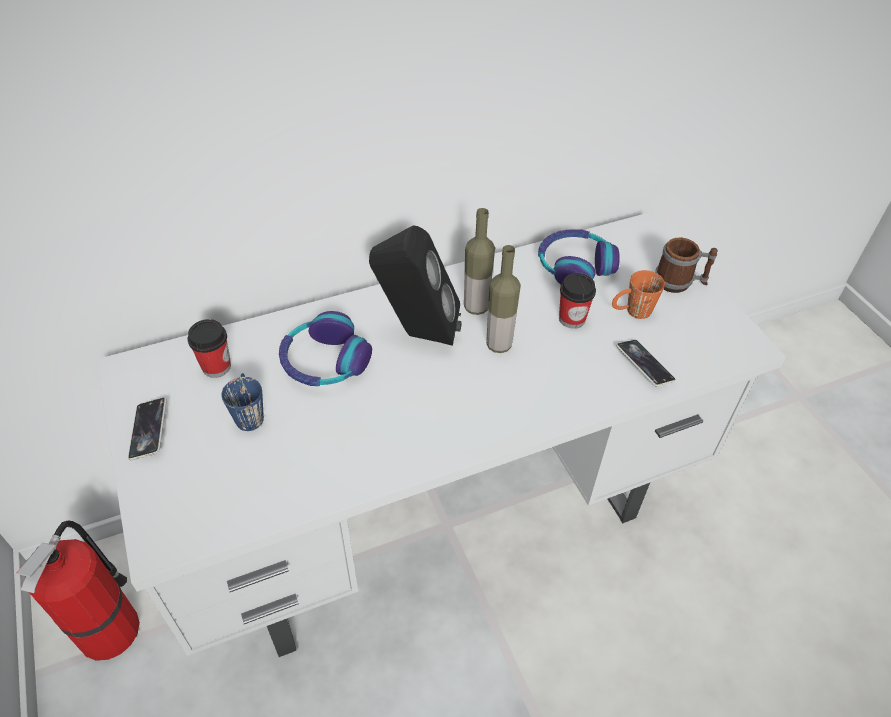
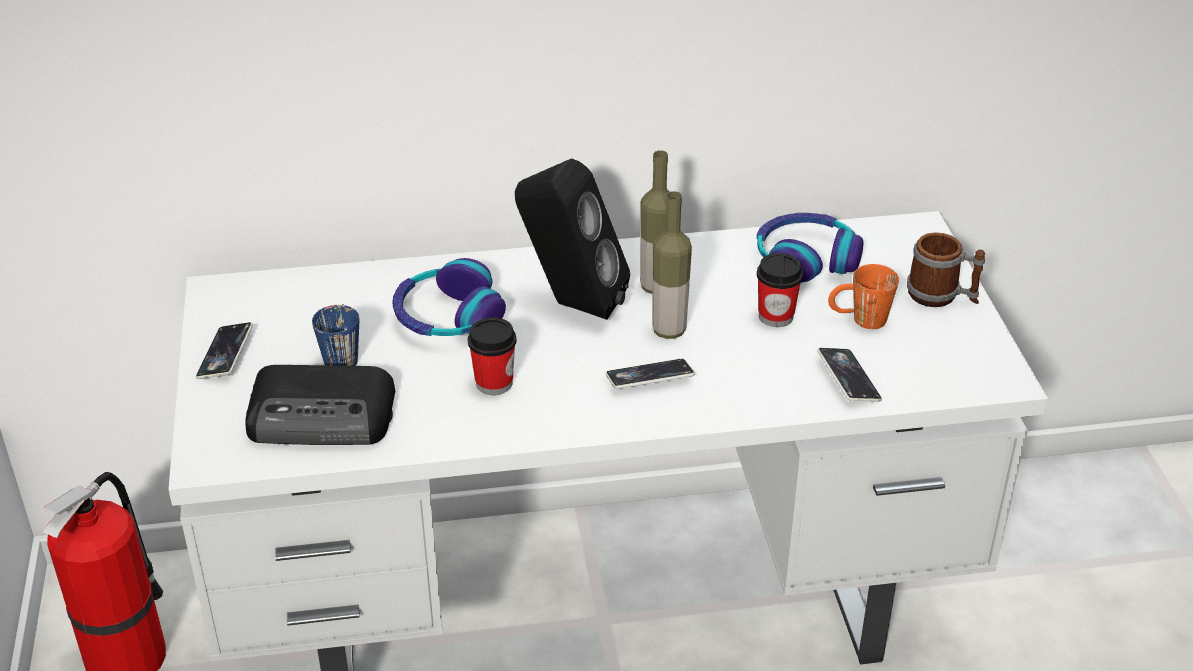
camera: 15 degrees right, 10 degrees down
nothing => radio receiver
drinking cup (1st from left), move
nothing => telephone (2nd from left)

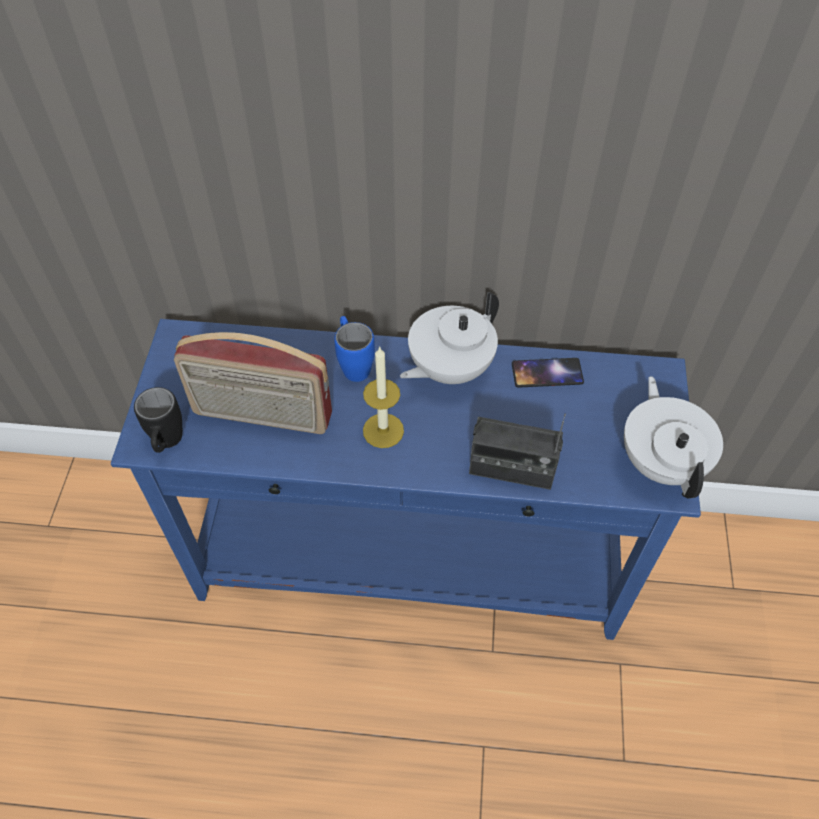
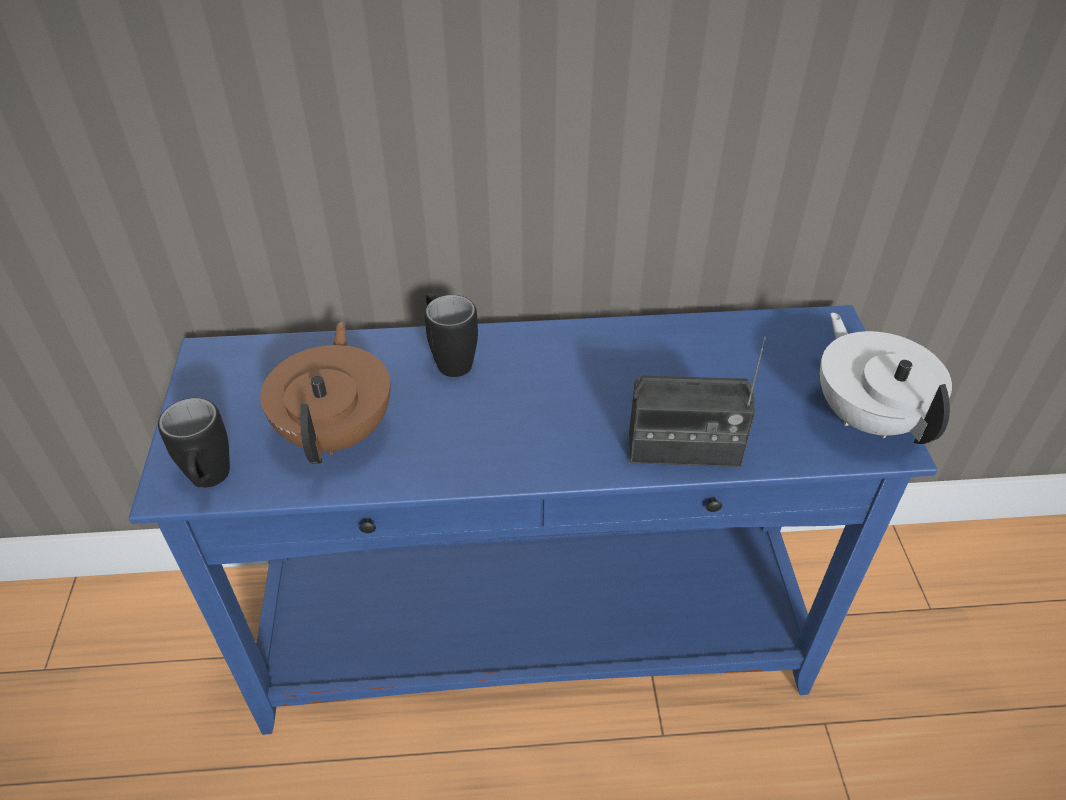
camera: 10 degrees left, 10 degrees down
radio receiver (1st from left) => pot for tea (brown)
tea mug (blue) => tea mug (blackish) (2nd from left)
wax candle => nothing
pot for tea (whitish) (1st from left) => nothing
telephone => nothing

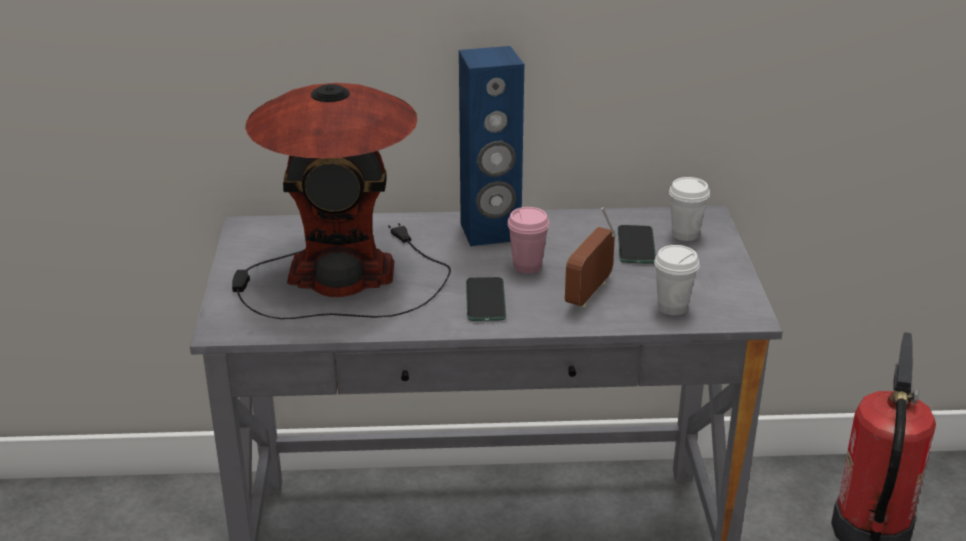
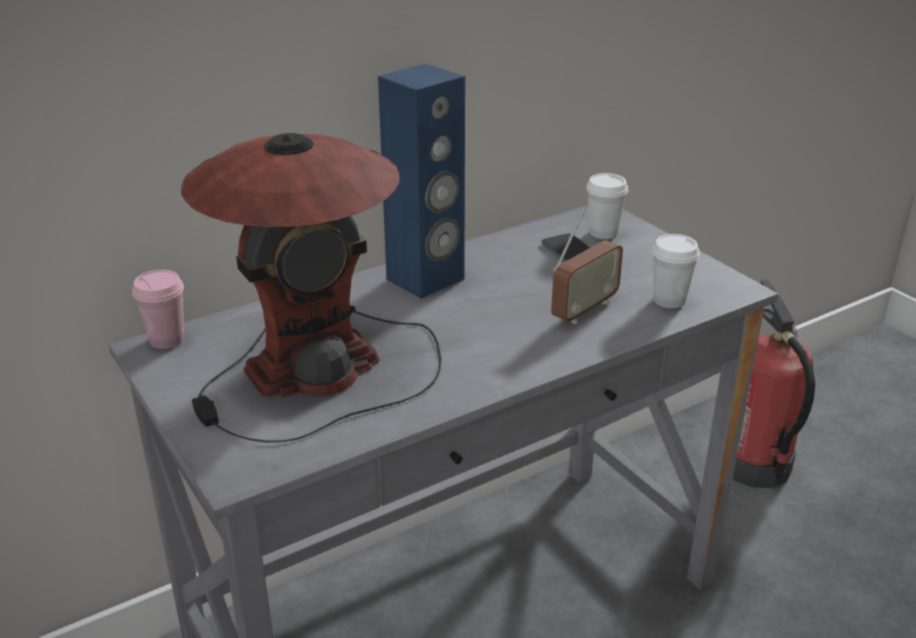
camera: 30 degrees left, 0 degrees up
drinking cup (pink), move
radio receiver, 135 degrees counterclockwise
telephone (1st from left) => nothing

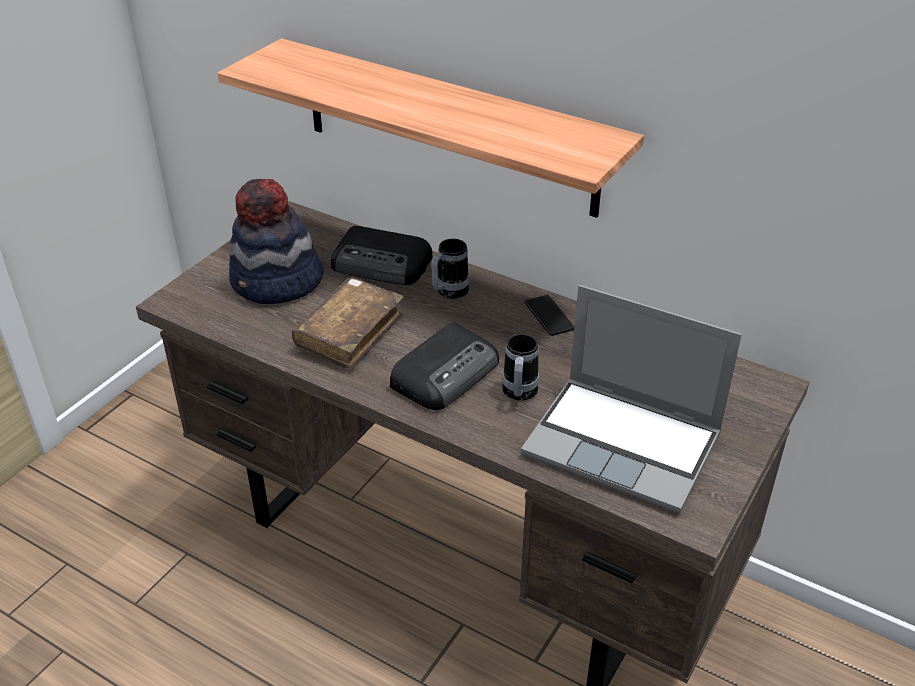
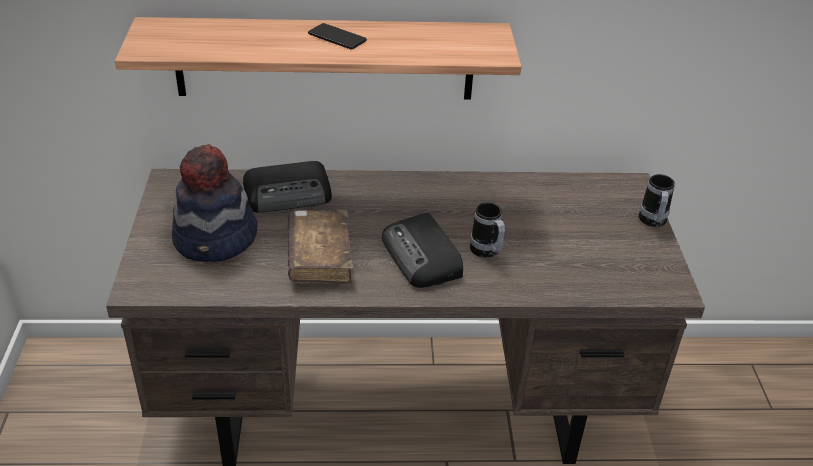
camera: 35 degrees left, 0 degrees up
telephone, move
radio receiver (2nd from left), 150 degrees clockwise
tea mug (1st from left in the first image) => tea mug (2nd from left), move
notebook computer => nothing

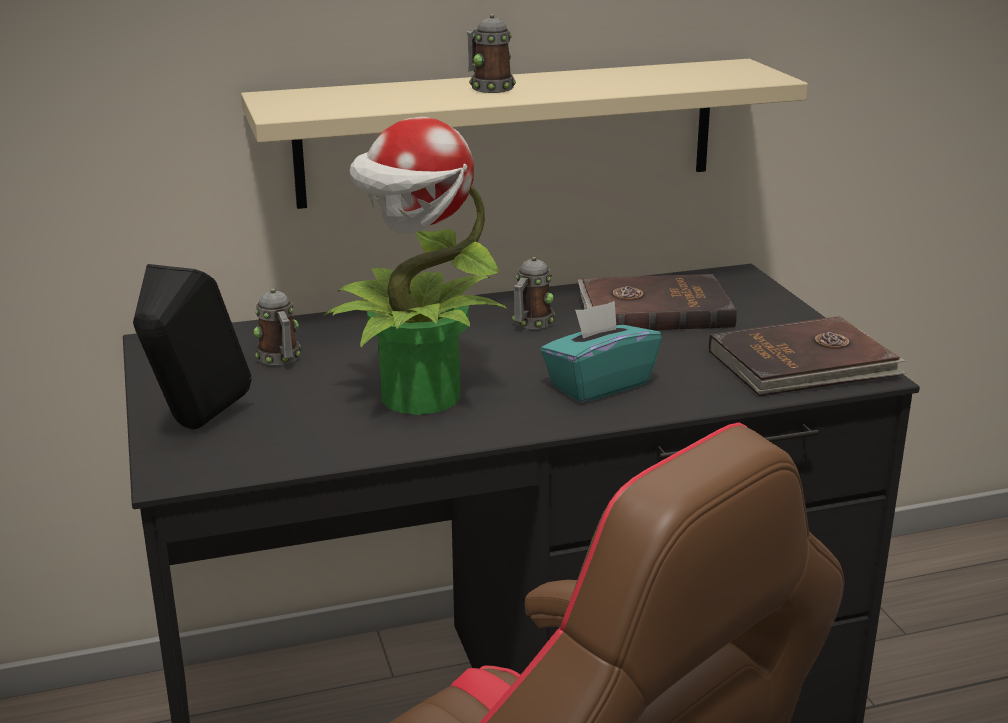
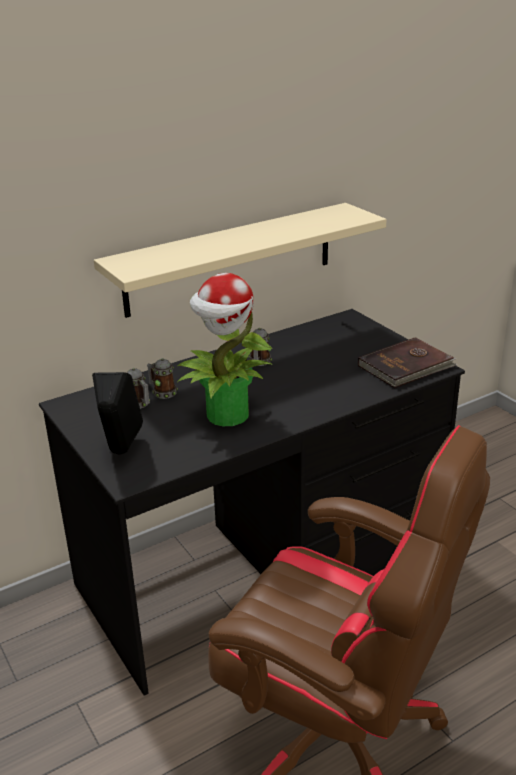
camera: 15 degrees left, 5 degrees up
tea mug (2nd from left), move
tissue box (turquoise) => nothing
volume (brown) (1st from left) => nothing

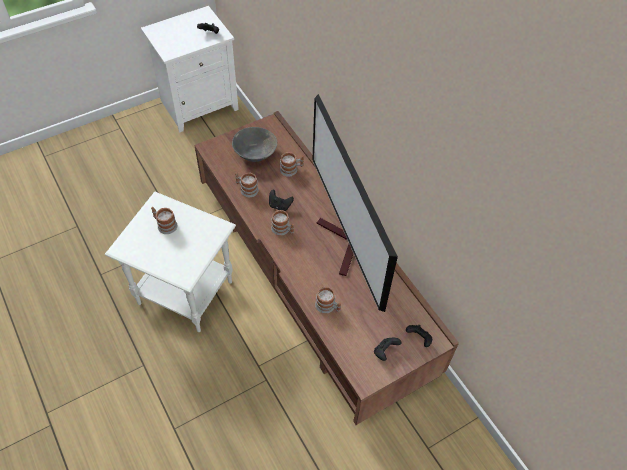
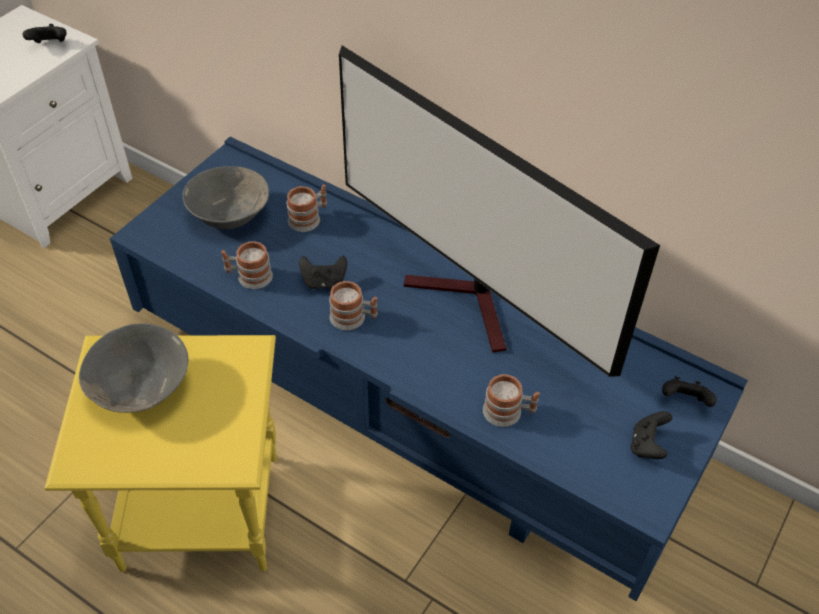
camera: 25 degrees left, 5 degrees down
end table (whitish) => end table (yellow)
tea mug (1st from left) => bowl (grey) (1st from left)
media console (brown) => media console (blue)

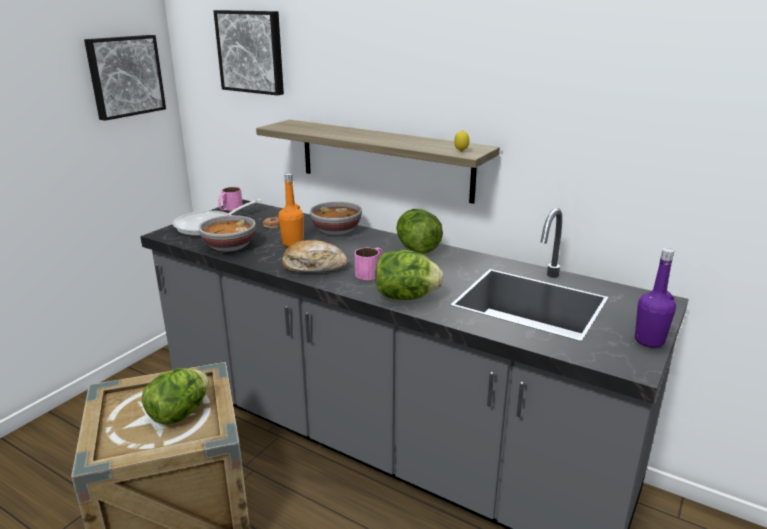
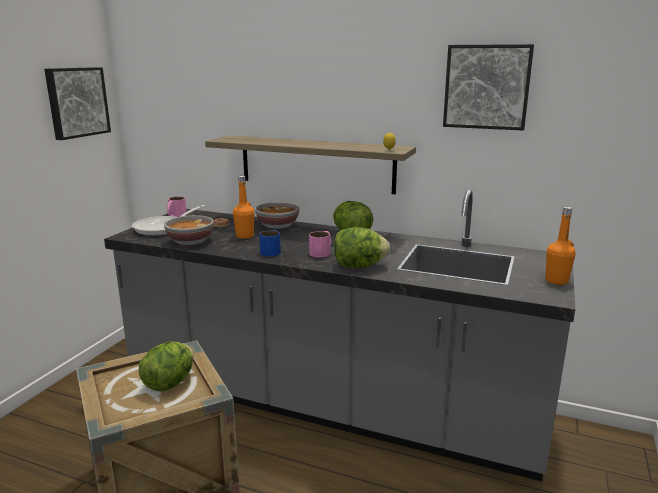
camera: 10 degrees left, 5 degrees down
bakery bread => tea mug (blue)
wall art (2nd from left), move
beverage bottle (purplish) => beverage bottle (orange) (2nd from left)

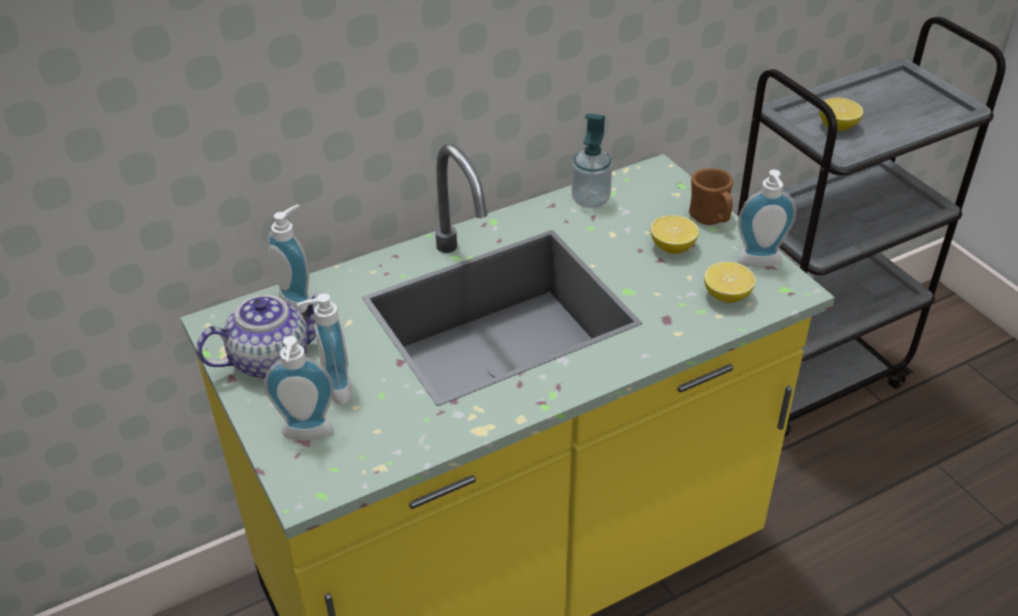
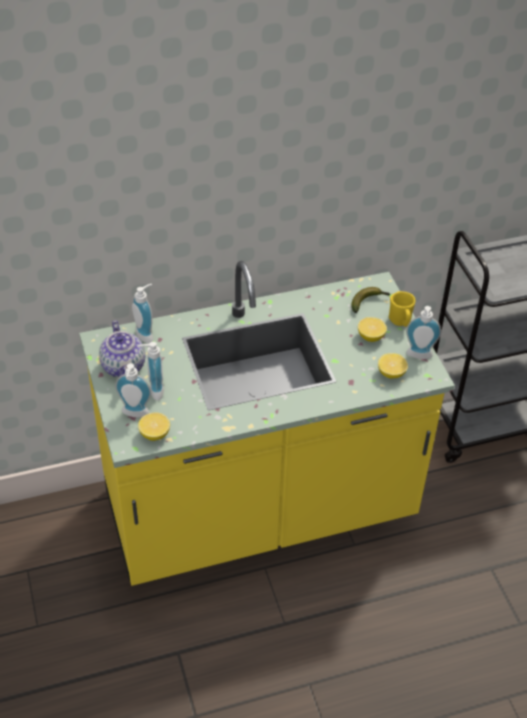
camera: 10 degrees right, 5 degrees up
pot for tea, 90 degrees clockwise
citrus fruit (3rd from left in the first image) => citrus fruit (1st from left), move
nothing => whole banana
tea mug (brown) => tea mug (yellow)
soap dispenser (4th from left) => nothing

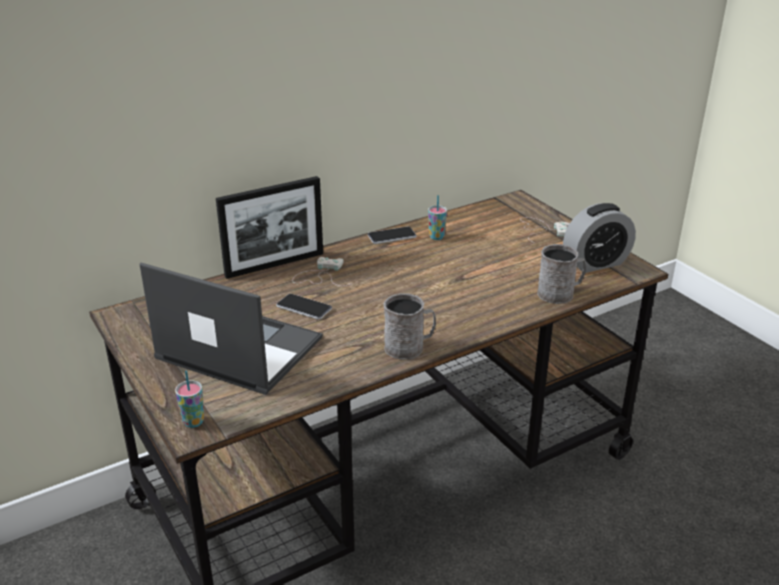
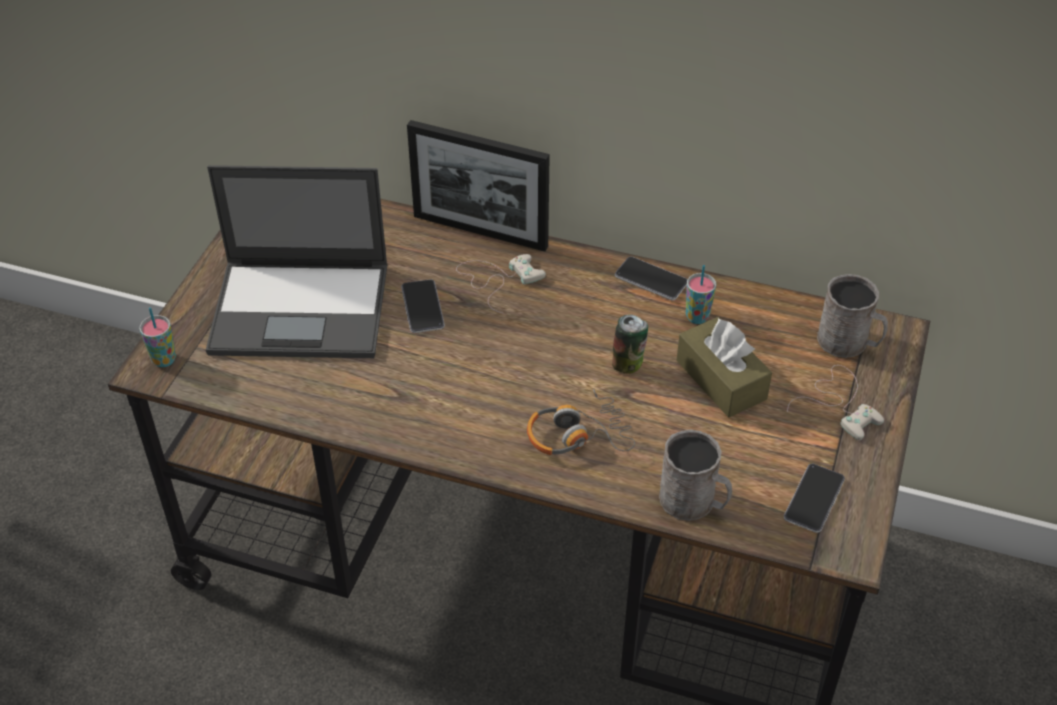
camera: 50 degrees right, 15 degrees up
notebook computer, 105 degrees clockwise
nothing => headphones
nothing => can
nothing => tissue box (brown)
bedside clock => telephone (3rd from left)
tea mug (grey) (1st from left in the first image) => tea mug (grey) (2nd from left), move

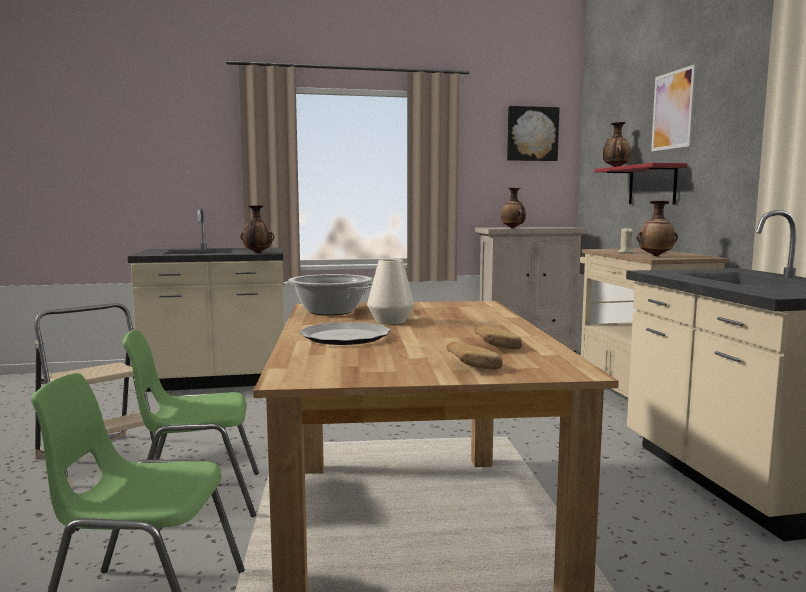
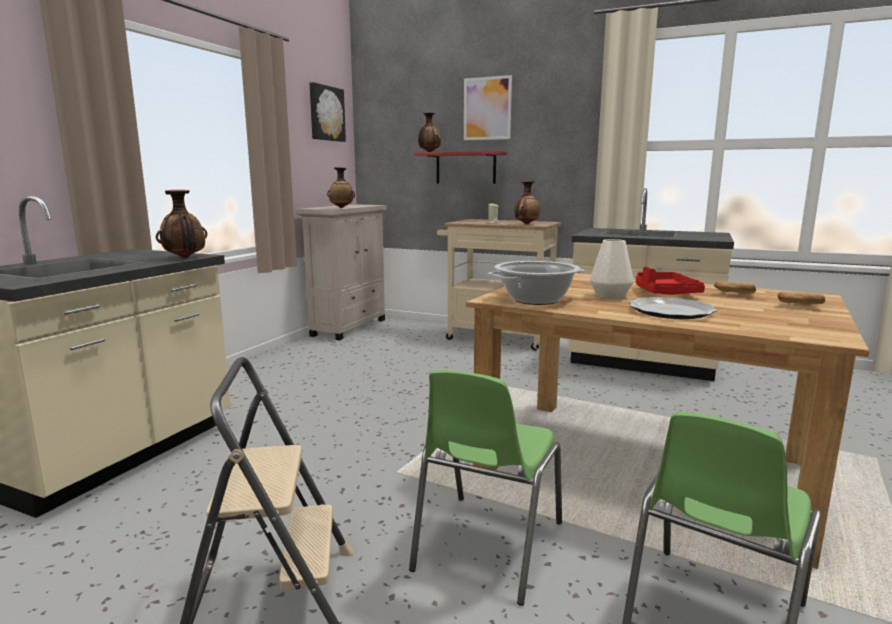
camera: 55 degrees left, 5 degrees up
nothing => tray (red-coloured)

